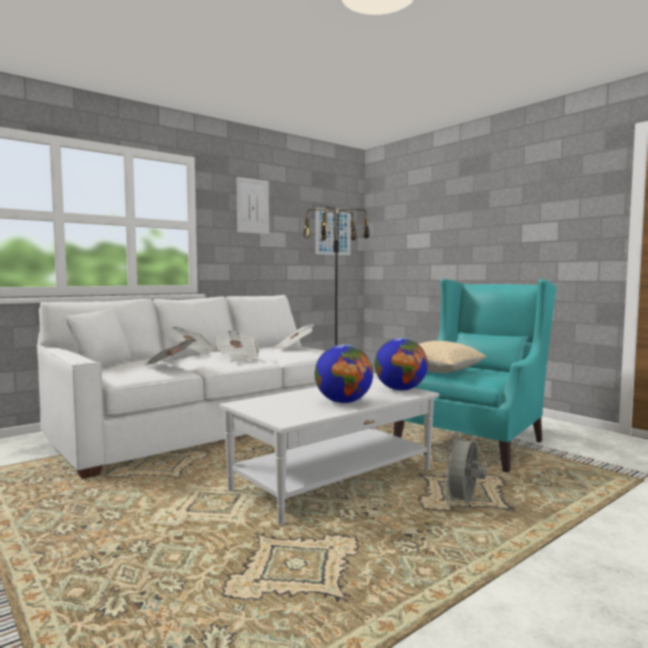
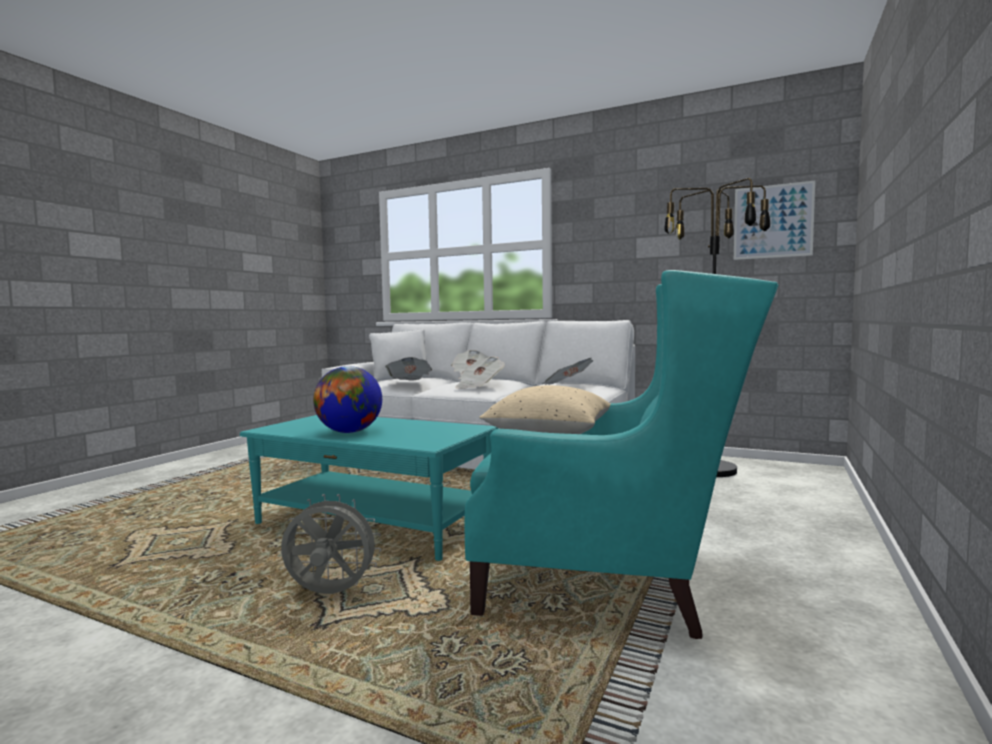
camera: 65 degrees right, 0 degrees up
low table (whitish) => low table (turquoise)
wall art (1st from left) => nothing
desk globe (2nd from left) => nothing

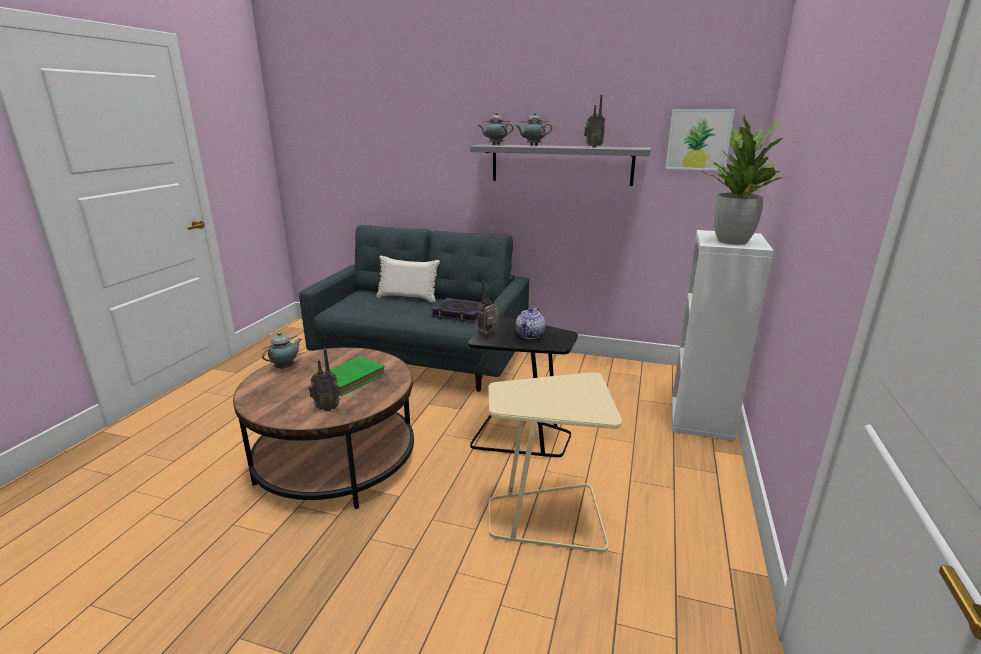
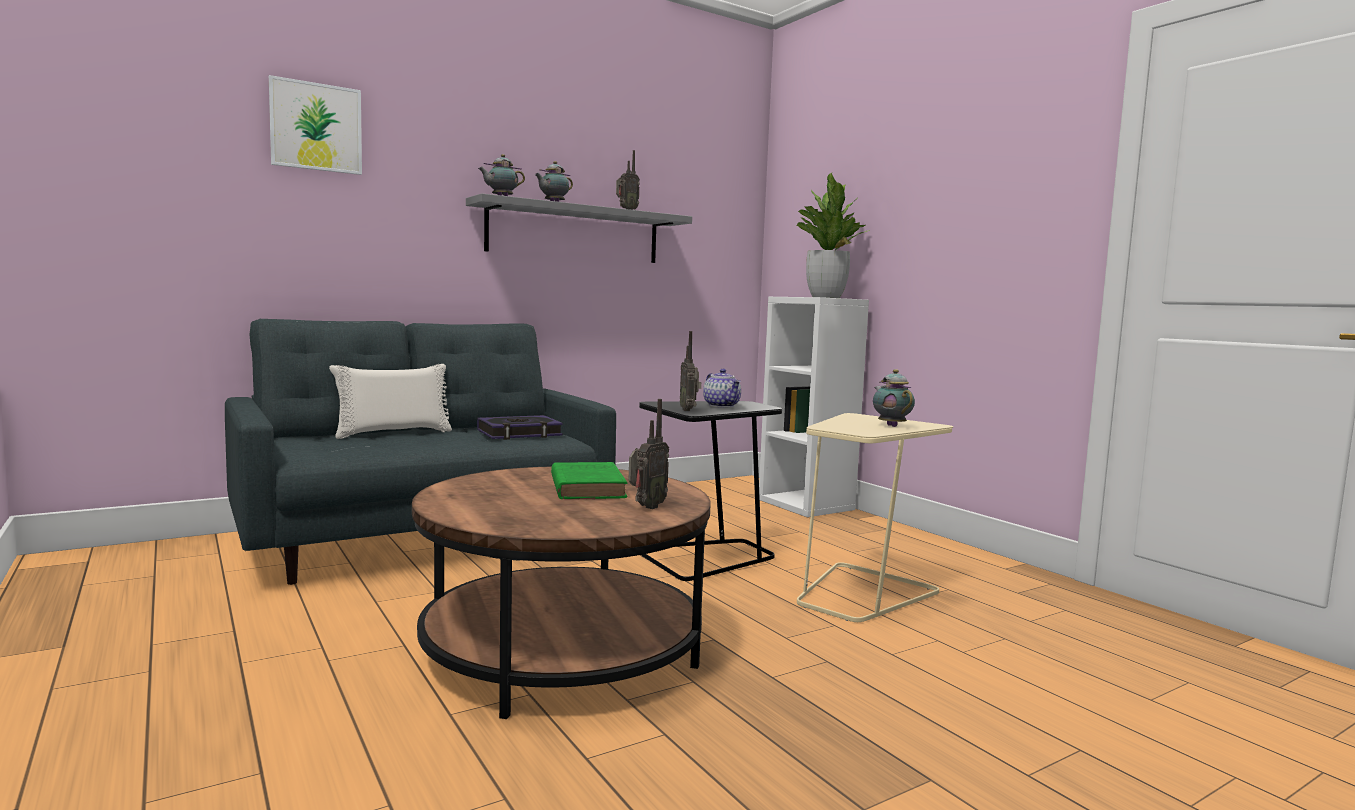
camera: 50 degrees left, 15 degrees down
wall art, move
pot for tea (1st from left in the first image) => pot for tea (4th from left), move

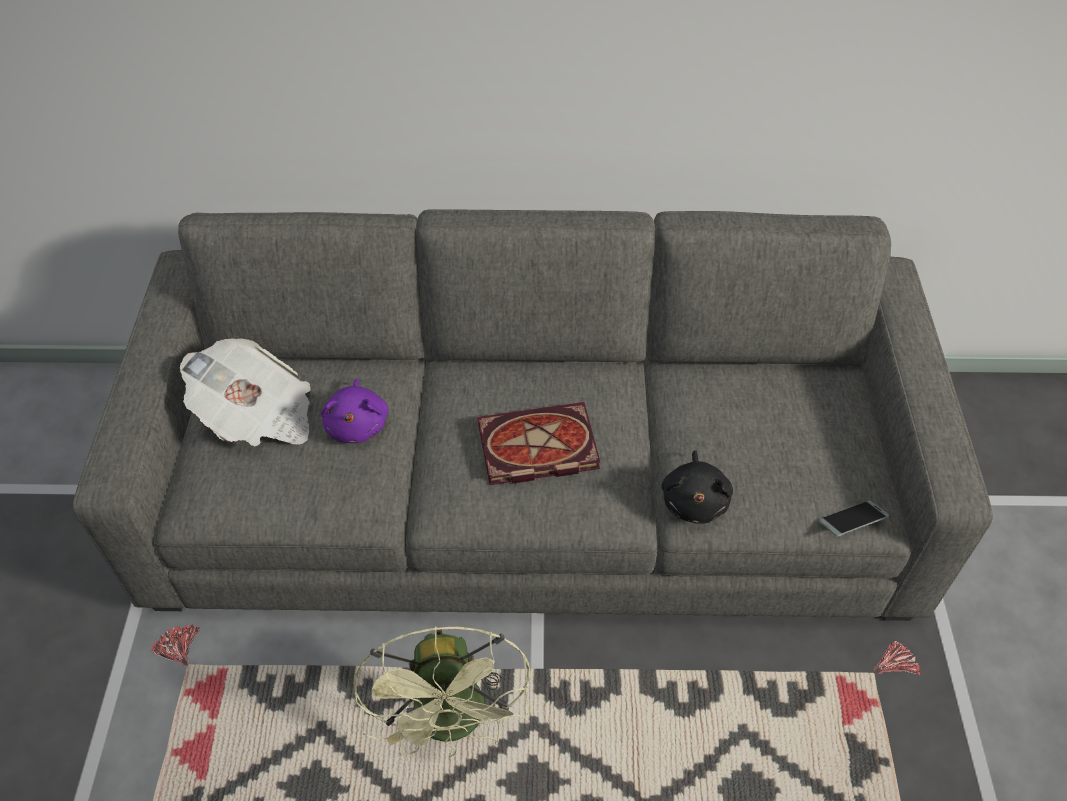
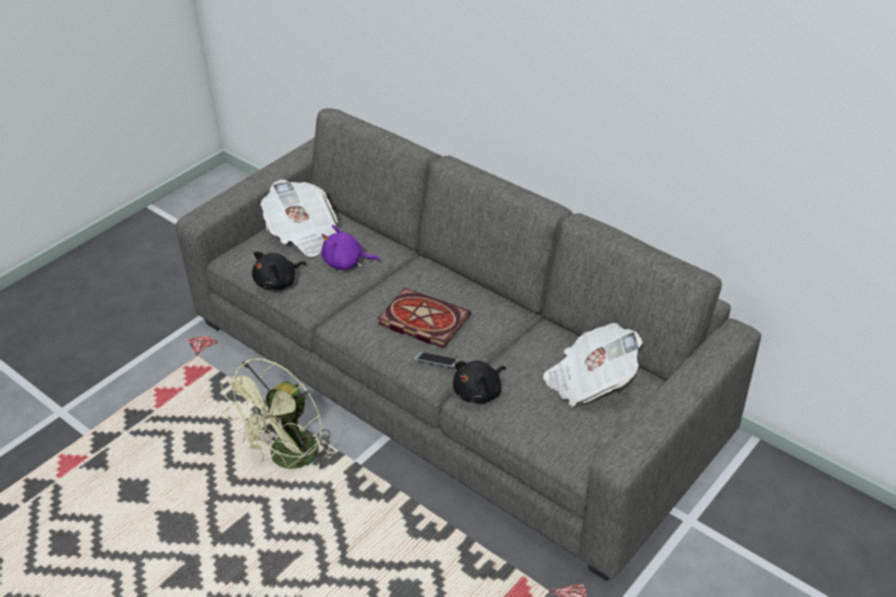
camera: 40 degrees right, 10 degrees down
nothing => cuddly toy (blackish) (1st from left)
cuddly toy (purplish), 60 degrees clockwise
telephone, move
nothing => printed paper (2nd from left)

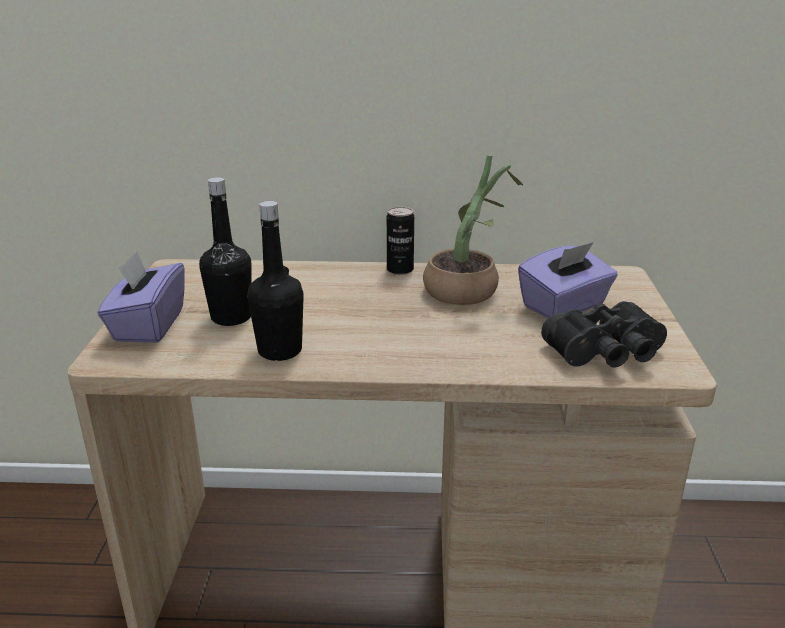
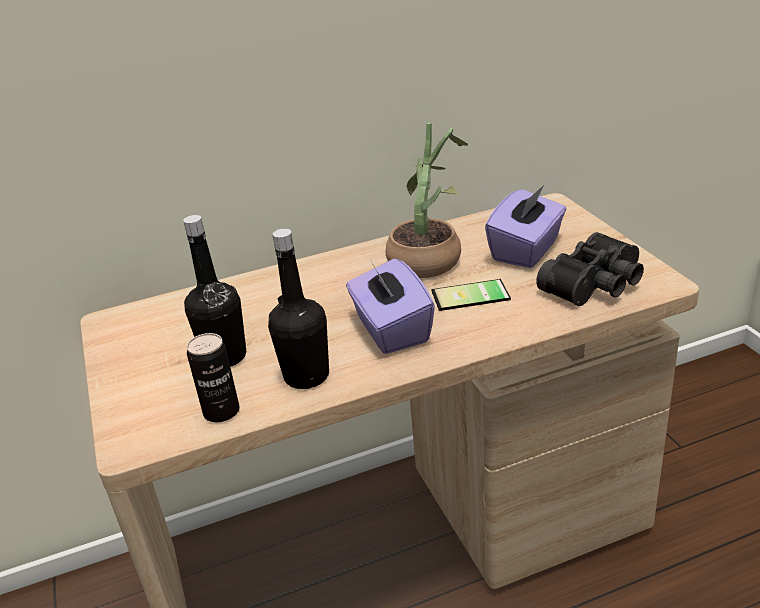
camera: 20 degrees left, 5 degrees up
can, move
tissue box (purplish) (1st from left), move
nothing => telephone

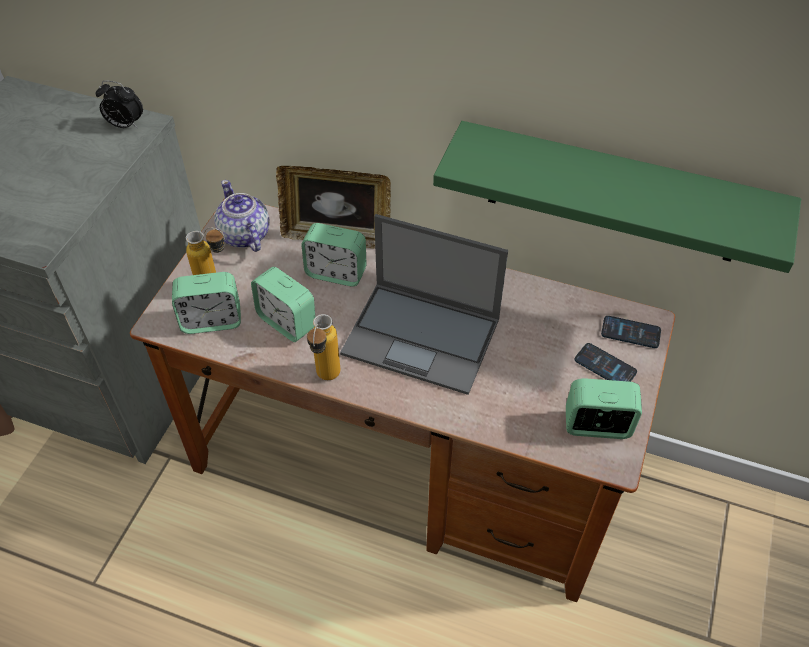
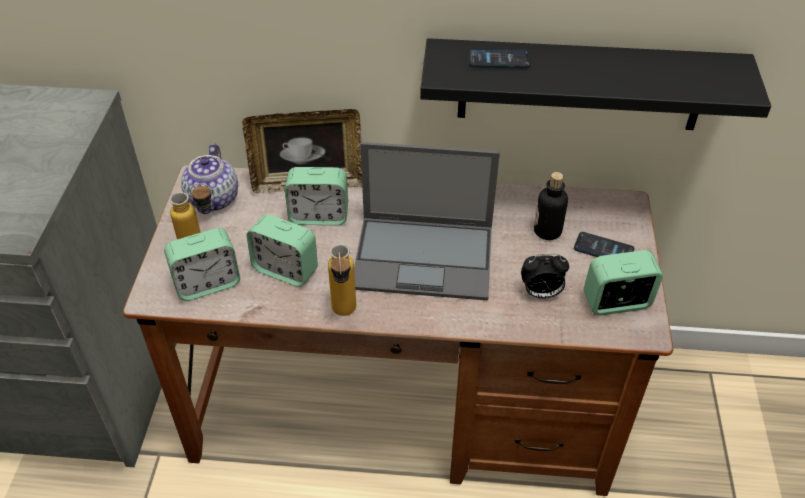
camera: 15 degrees left, 5 degrees down
pot for tea, 135 degrees counterclockwise
wall shelf (green) => wall shelf (blackish)
telephone (2nd from left in the first image) => telephone (1st from left), move
bedside clock (1st from left in the first image) => bedside clock (4th from left), move
nothing => beverage bottle (3rd from left)

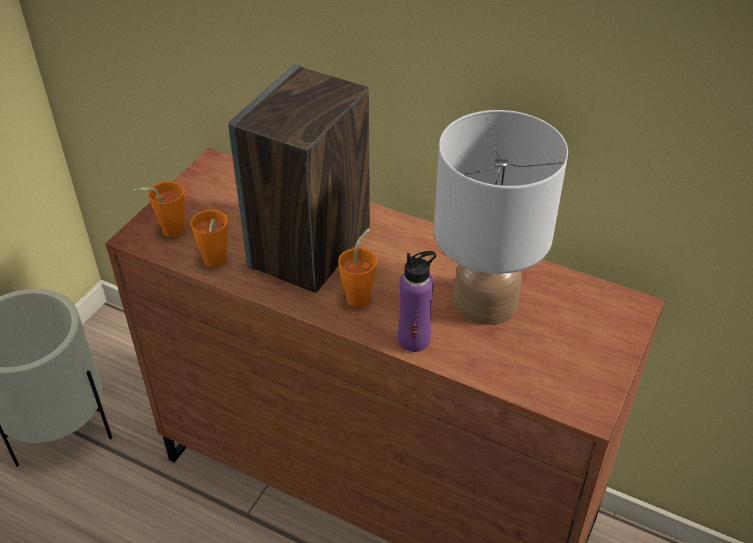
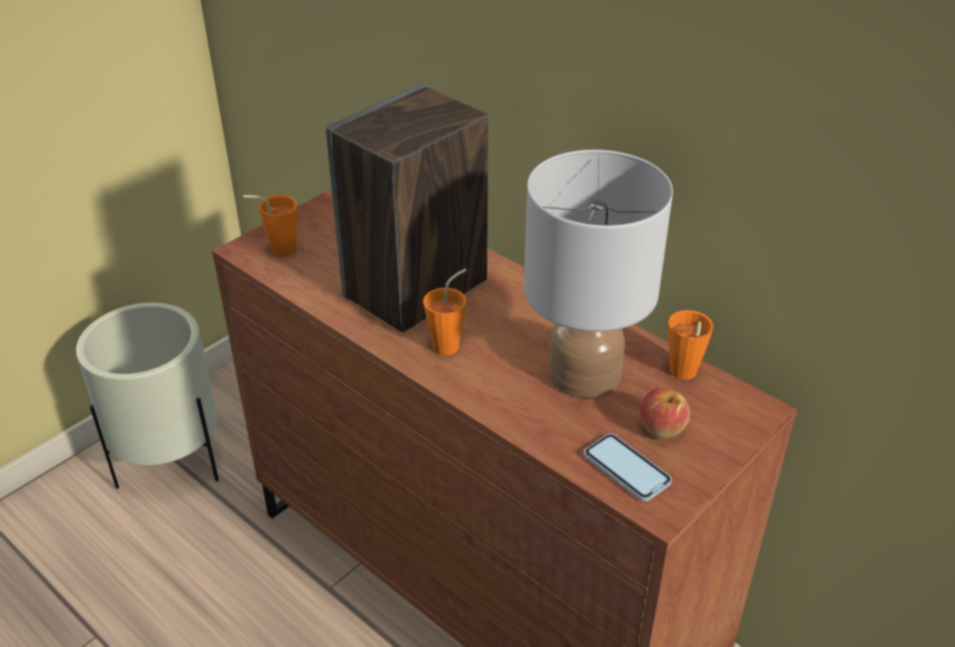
camera: 15 degrees right, 5 degrees down
nothing => telephone
nothing => apple fruit
drinking cup (orange) (2nd from left in the first image) => drinking cup (orange) (3rd from left), move
beverage bottle (purplish) => nothing

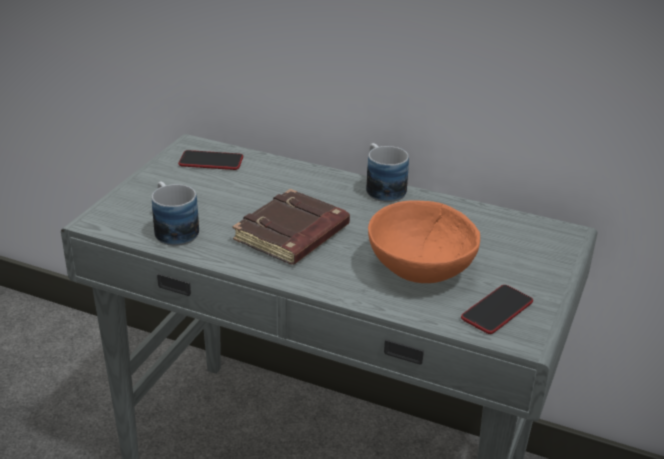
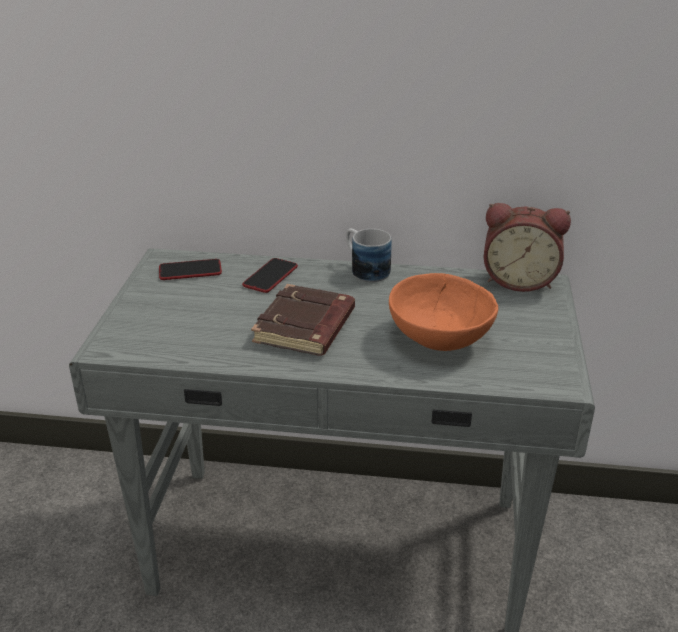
camera: 15 degrees left, 0 degrees up
telephone (2nd from left), move
nothing => bedside clock
tea mug (1st from left) => nothing

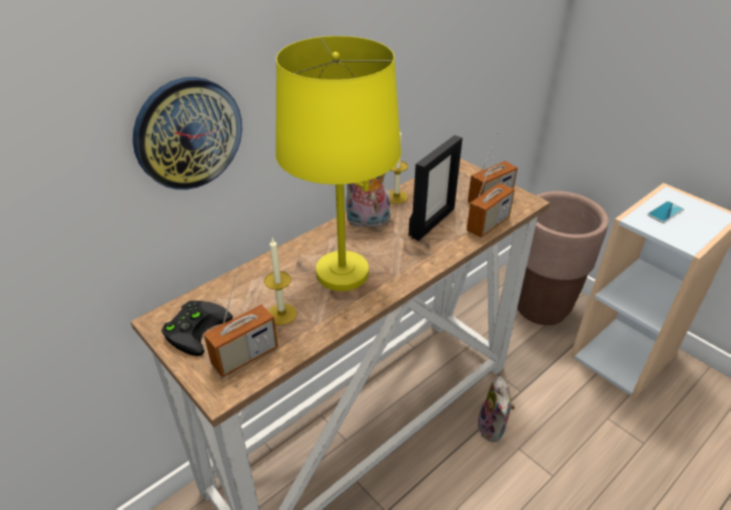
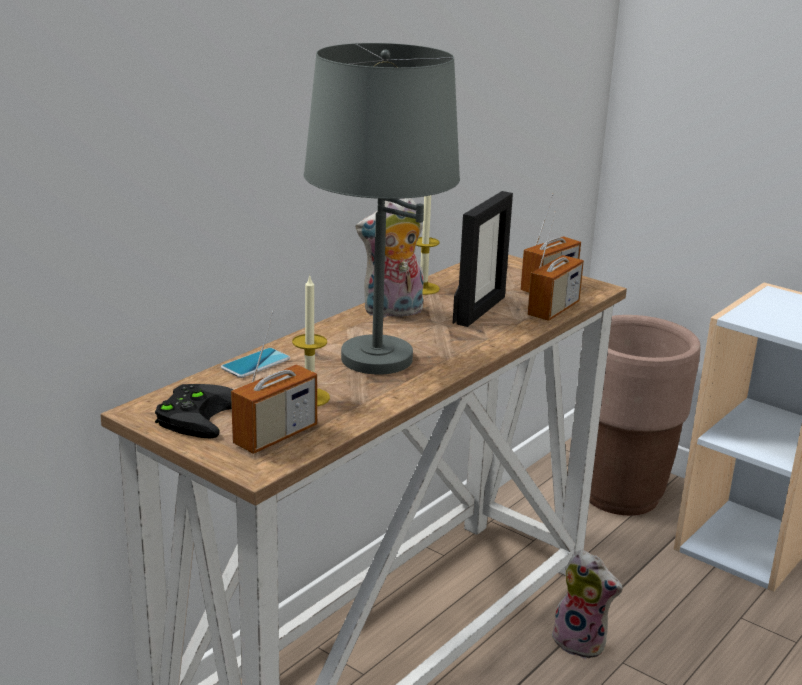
camera: 10 degrees left, 15 degrees down
telephone, move
table lamp (yellow) => table lamp (grey)
cuddly toy (2nd from left), 45 degrees counterclockwise
clock on the wall => nothing

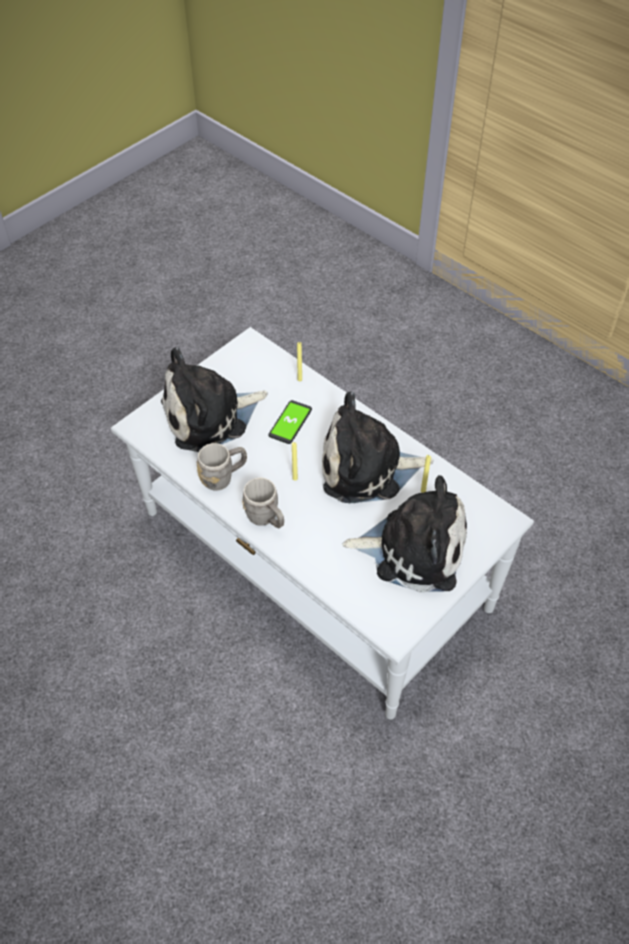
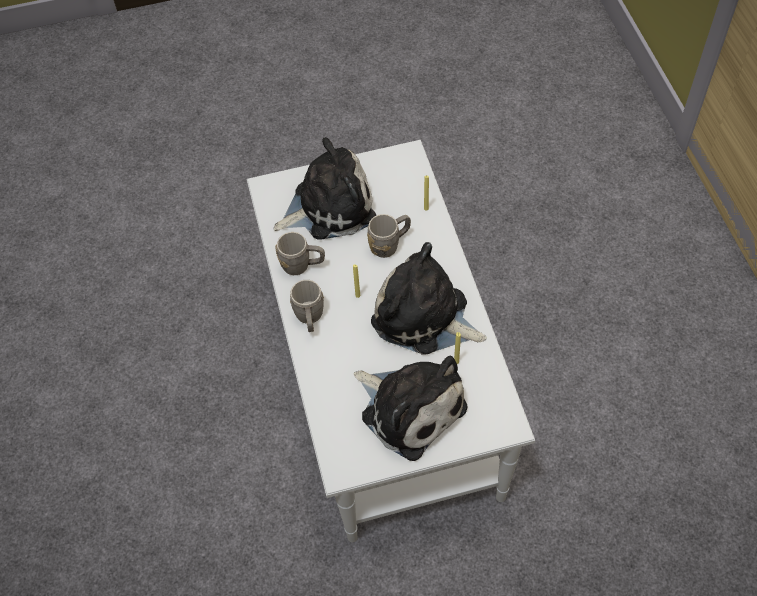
camera: 35 degrees right, 5 degrees up
cuddly toy (1st from left), 150 degrees clockwise
telephone => tea mug (grey) (3rd from left)

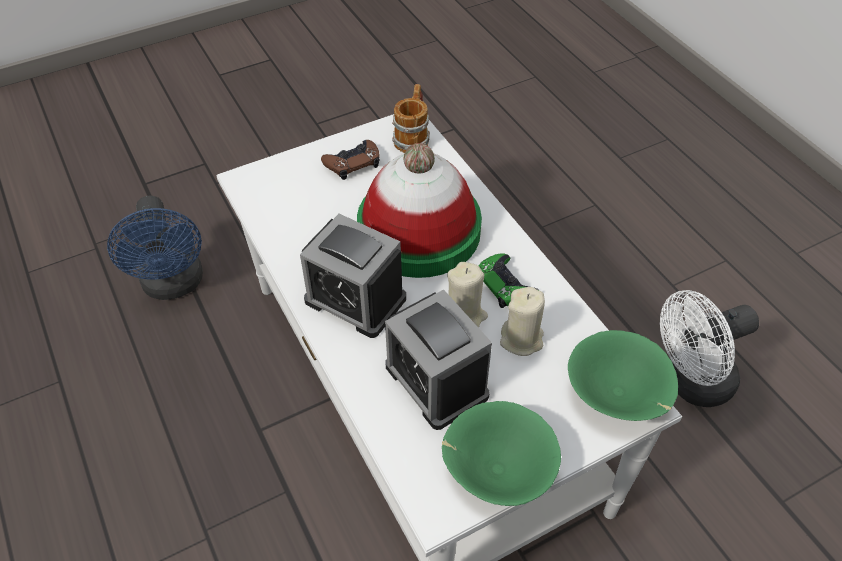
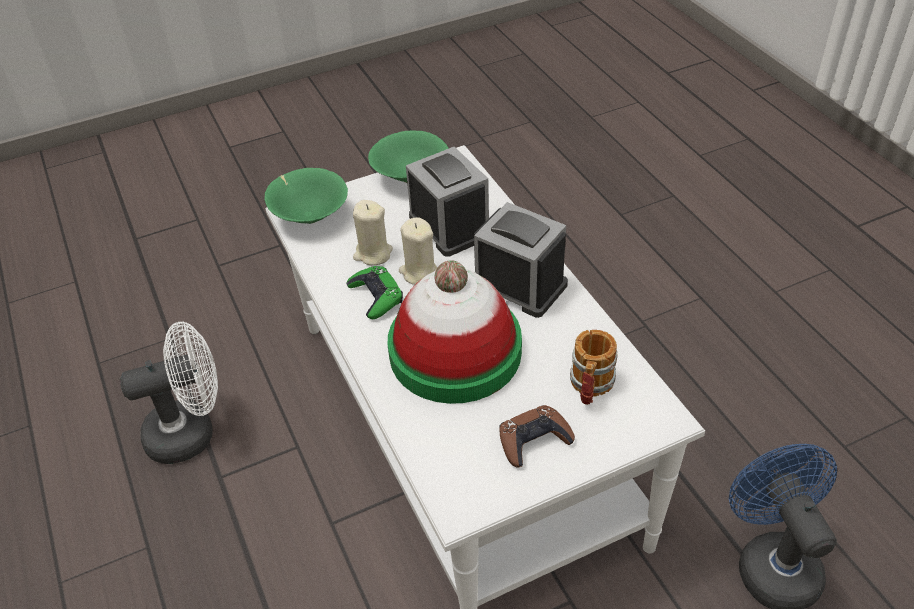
camera: 175 degrees left, 5 degrees down
tea mug, move

